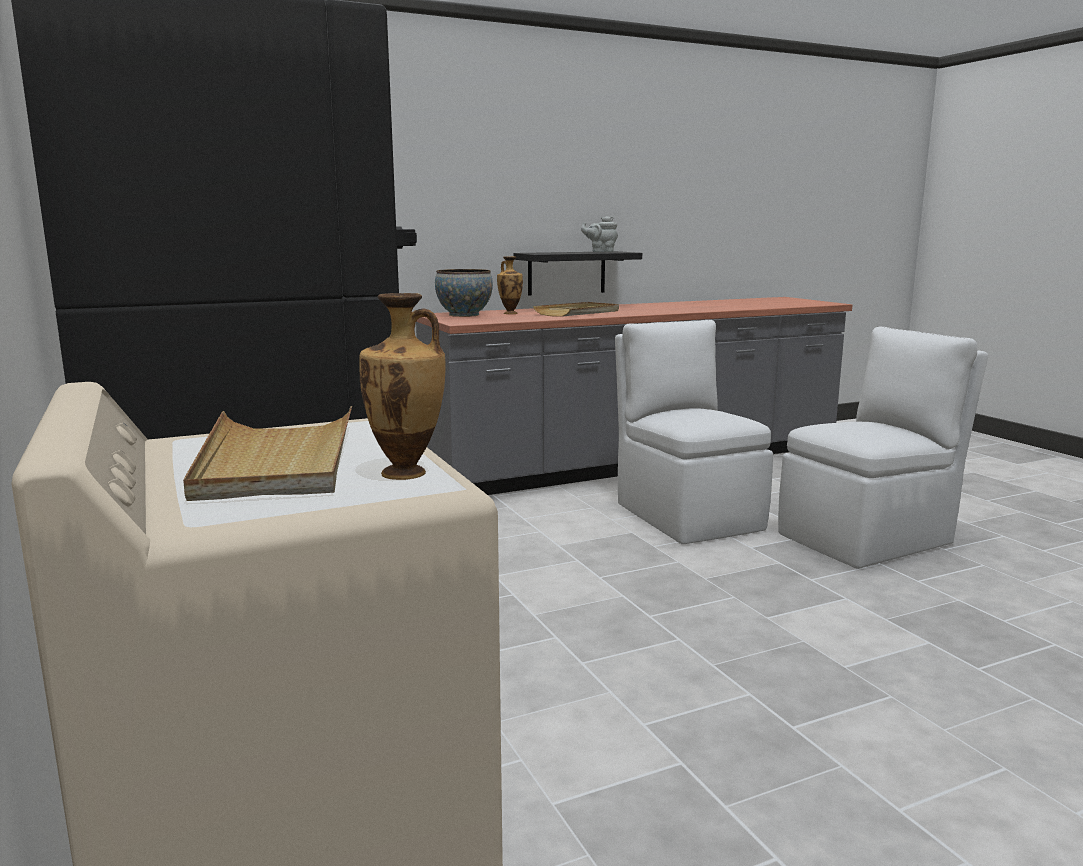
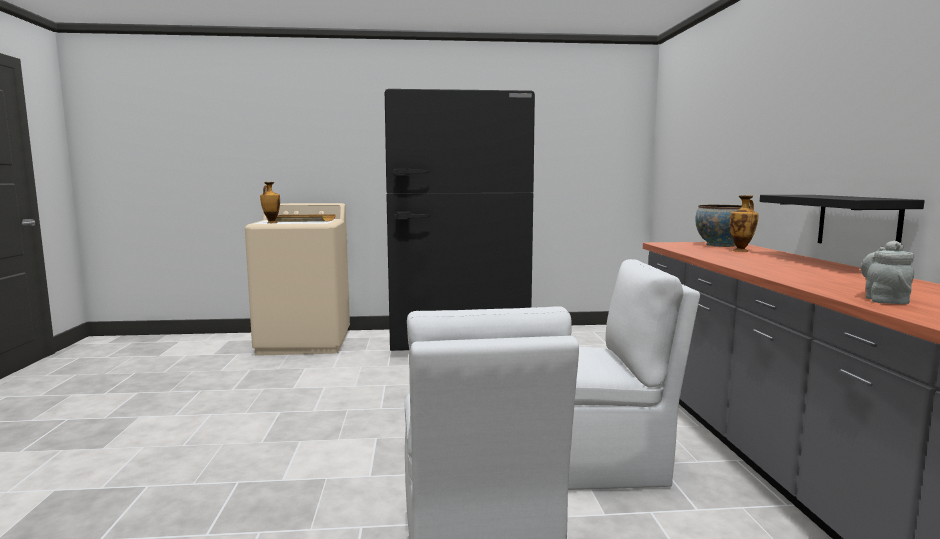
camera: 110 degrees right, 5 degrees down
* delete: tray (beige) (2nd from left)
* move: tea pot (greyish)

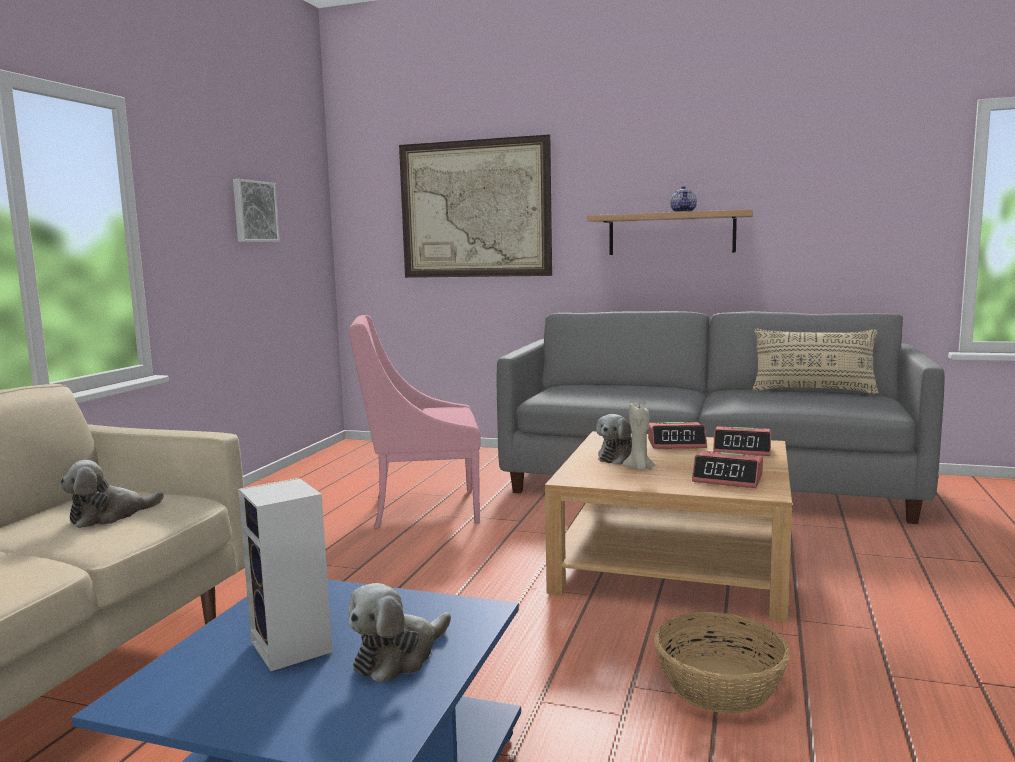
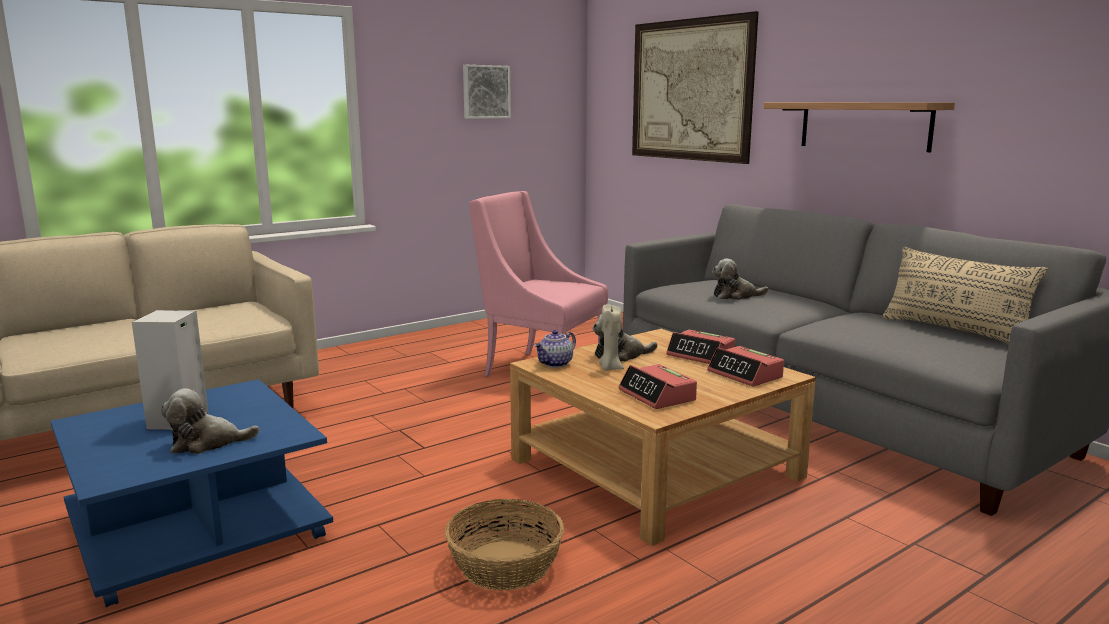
camera: 35 degrees right, 5 degrees up
* move: cuddly toy (1st from left in the first image) to cuddly toy (3rd from left)
* move: tea pot

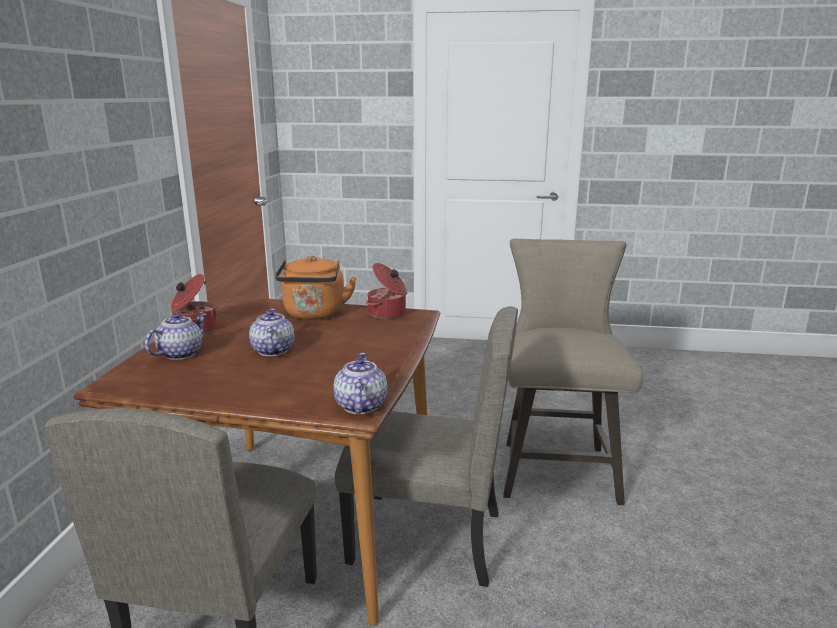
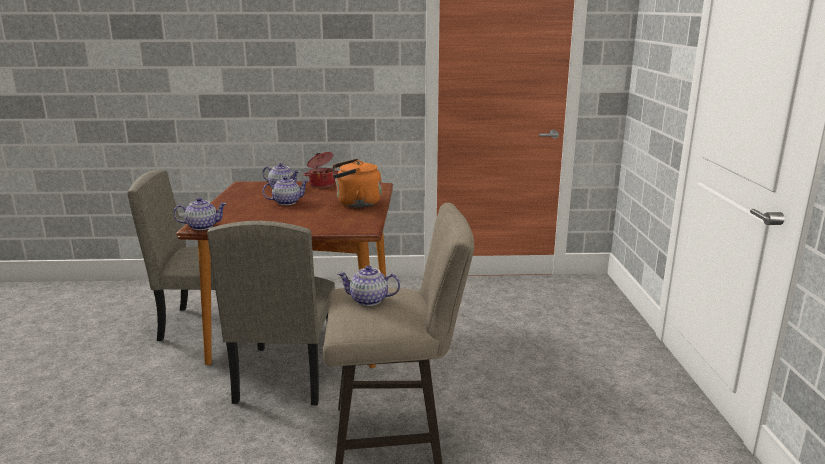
camera: 80 degrees right, 0 degrees up
* delete: saucepot (2nd from left)
* insert: tea pot (4th from left)

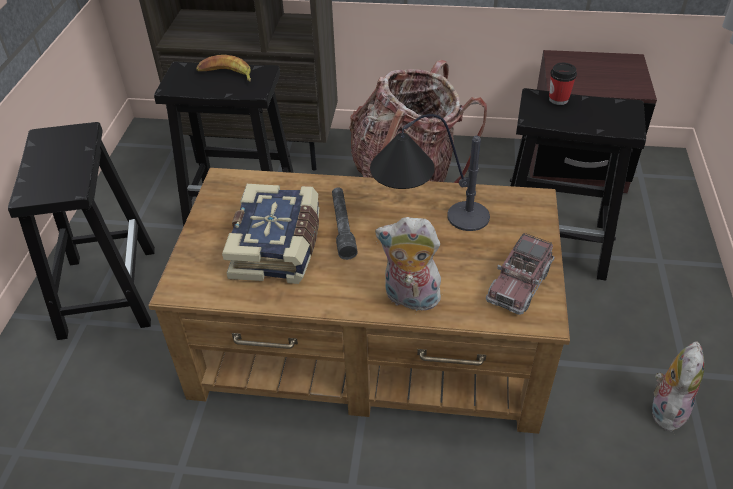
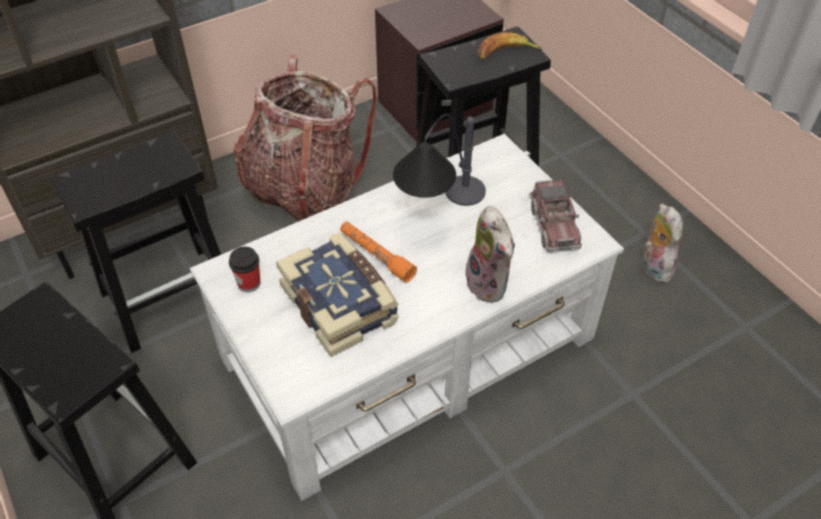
camera: 40 degrees left, 5 degrees up
* recolor: coffee table (brown-coloured) to coffee table (whitish)
* move: banana fruit
* recolor: flashlight (greyish) to flashlight (orange-coloured)
* rotate: cuddly toy (1st from left) 90 degrees counterclockwise
* move: cup

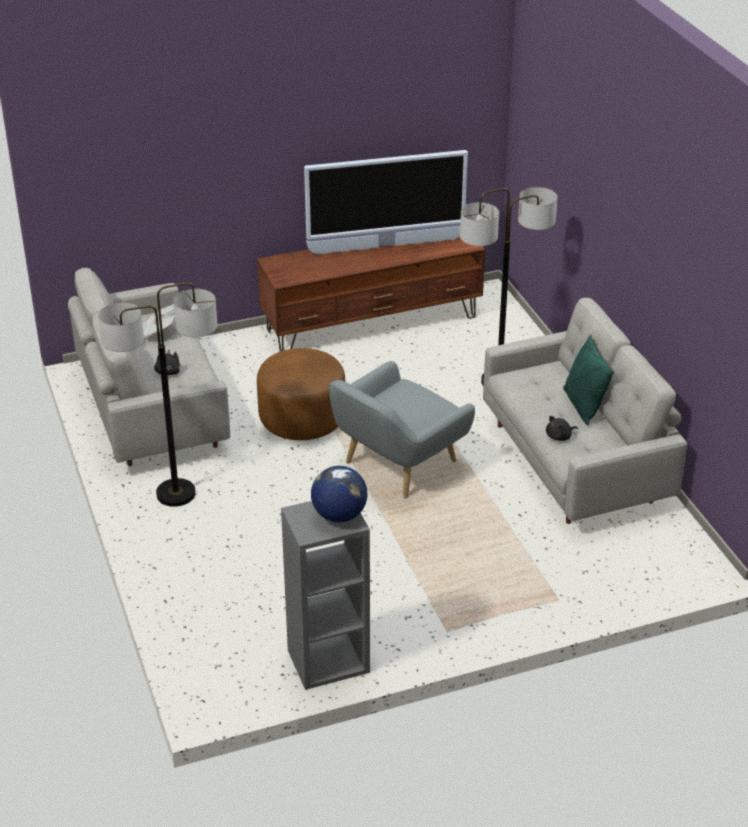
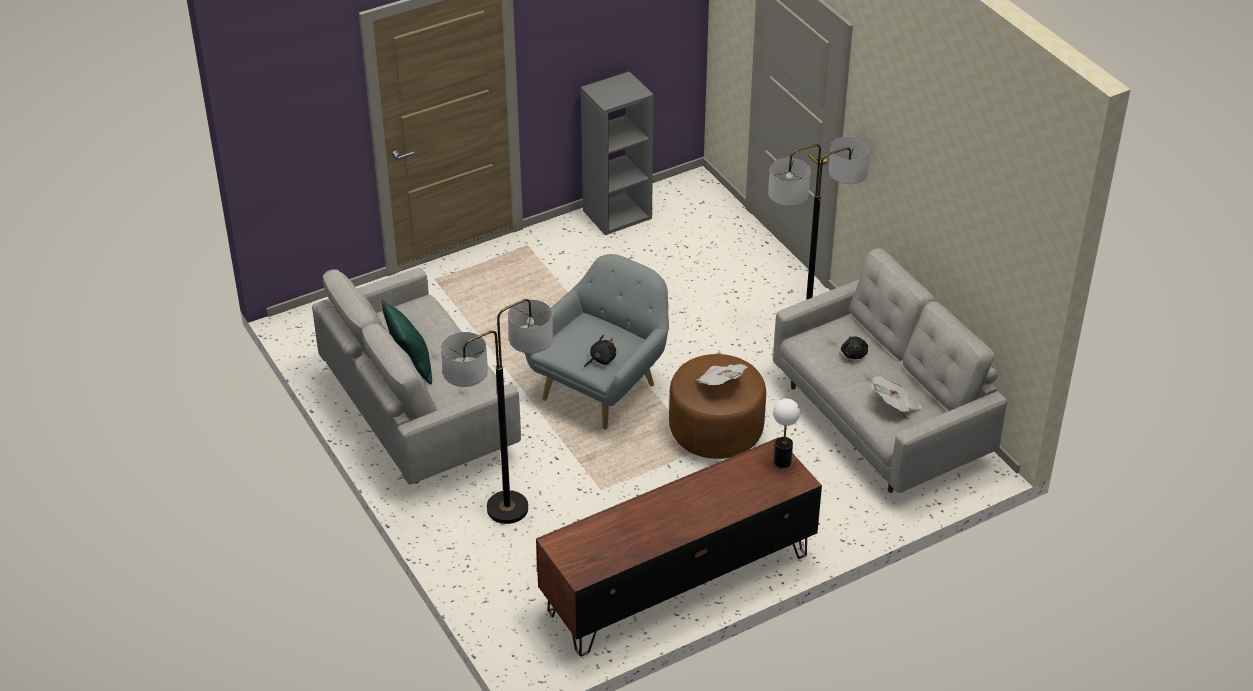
camera: 170 degrees right, 5 degrees up
* delete: television
* delete: world globe
* move: cuddly toy (black) (2nd from left in the first image) to cuddly toy (black) (1st from left)
* insert: daily paper (1st from left)
* insert: tabletop lamp

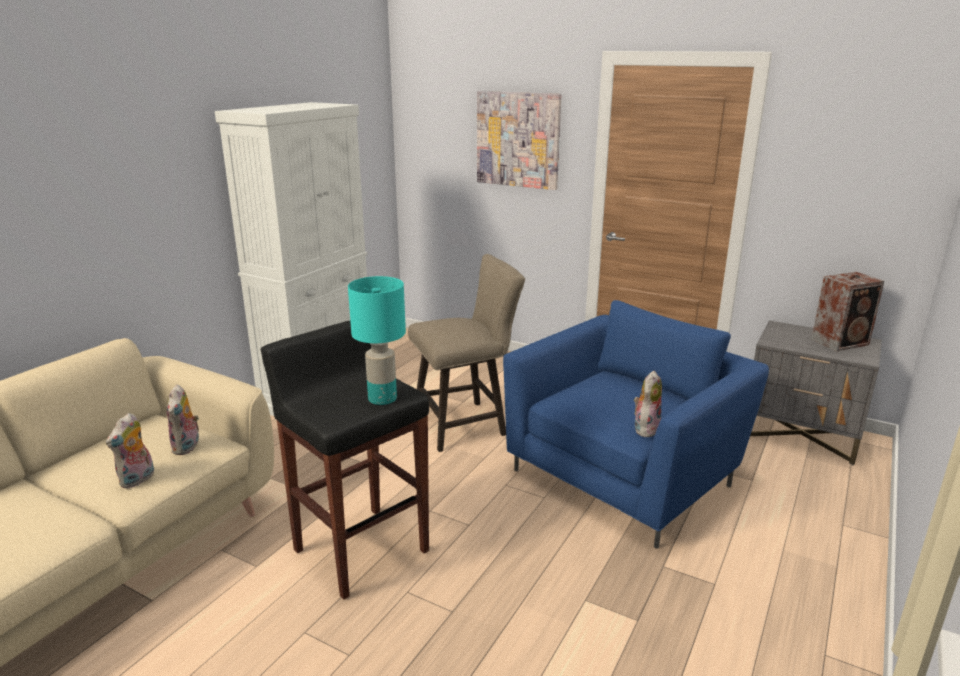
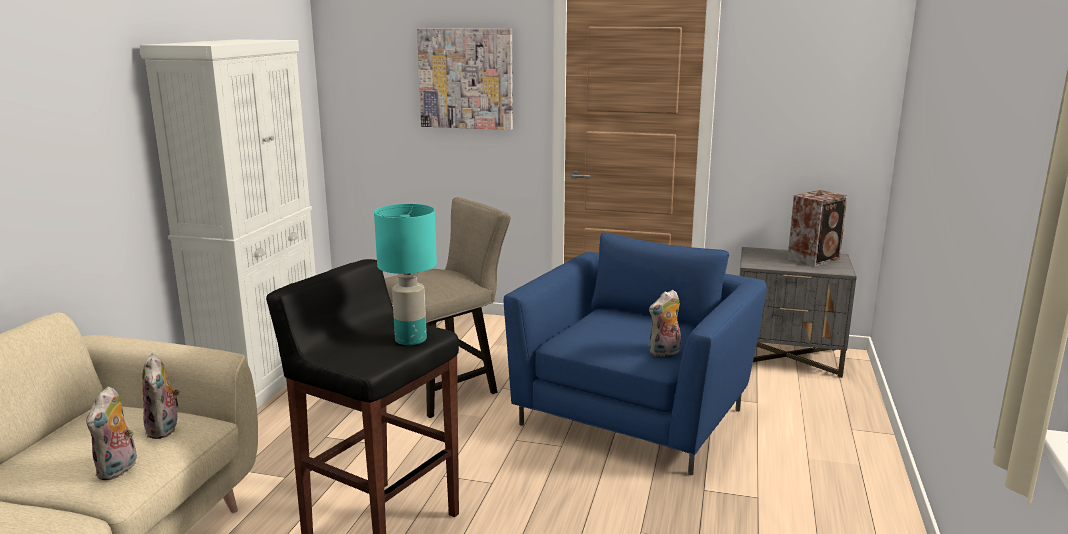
camera: 15 degrees left, 5 degrees down
* rotate: cuddly toy (3rd from left) 135 degrees counterclockwise

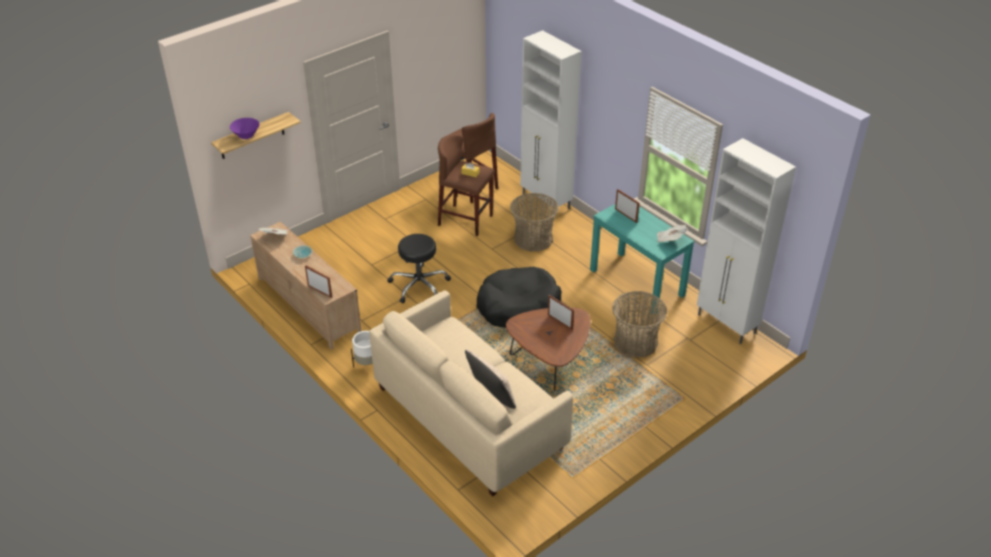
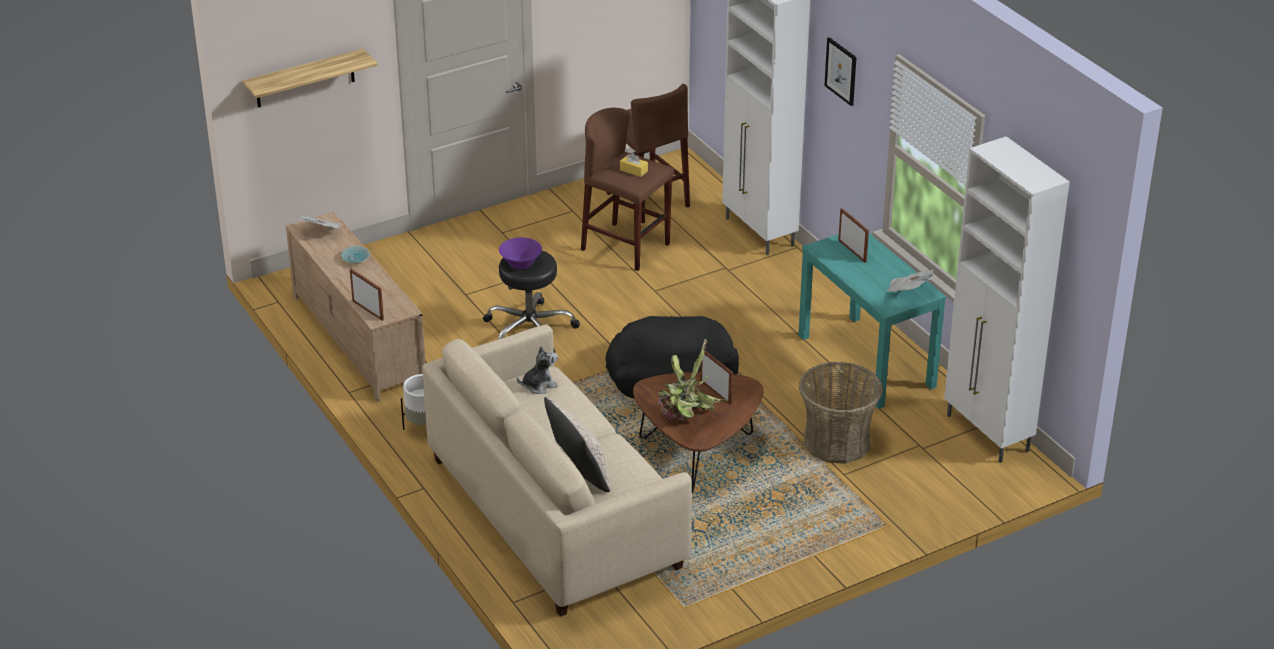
camera: 10 degrees right, 5 degrees down
* move: serving bowl (purple)
* delete: household basket (1st from left)
* insert: cuddly toy
* insert: plant in a pot
* insert: picture

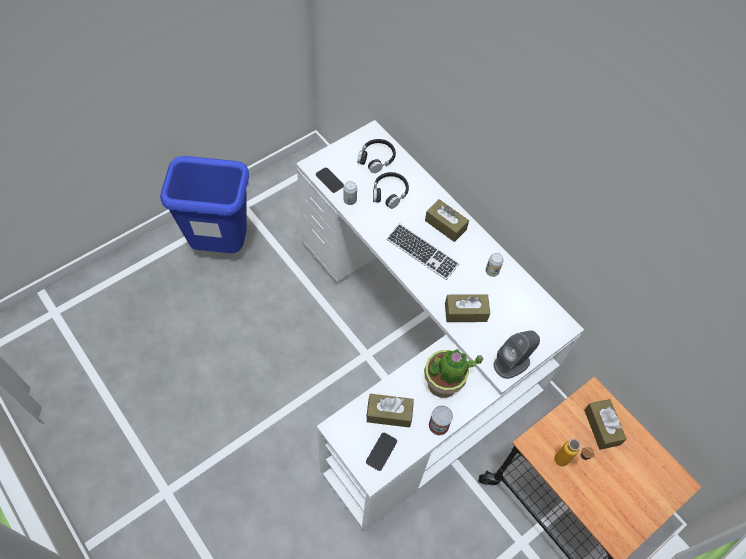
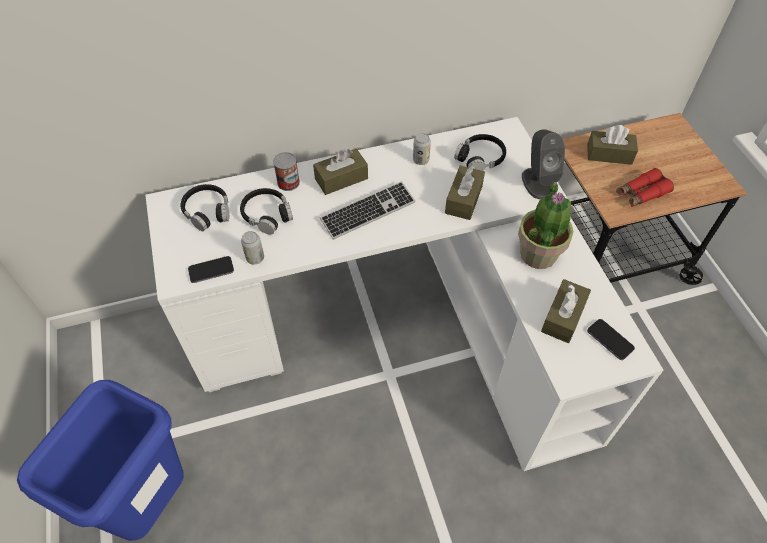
camera: 65 degrees left, 5 degrees down
* move: metal can (2nd from left)
* replace: beverage bottle to binoculars (red-coloured)
* insert: headphones (black) (3rd from left)

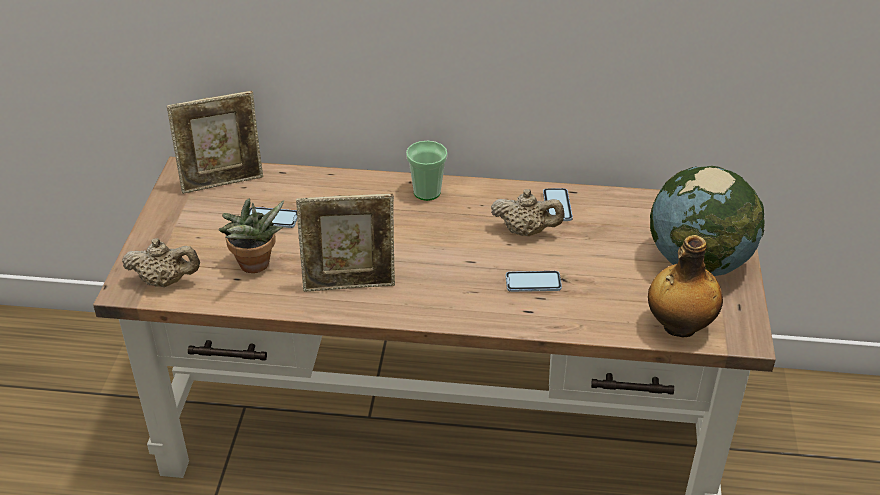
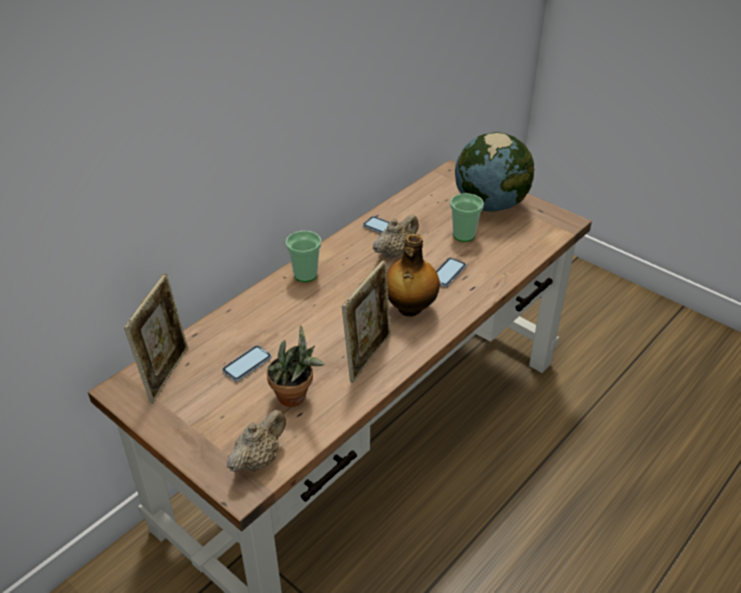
camera: 55 degrees left, 0 degrees up
* move: beverage bottle
* insert: cup (2nd from left)

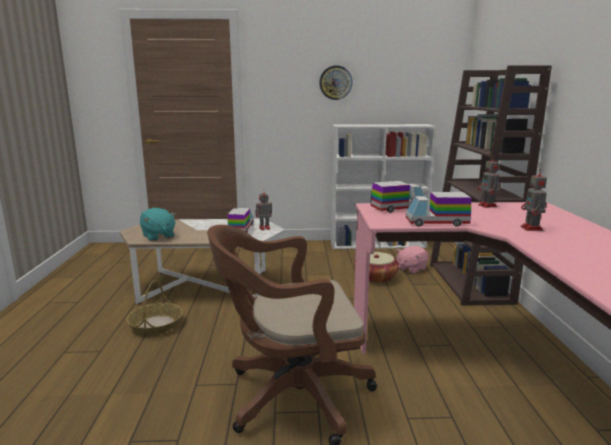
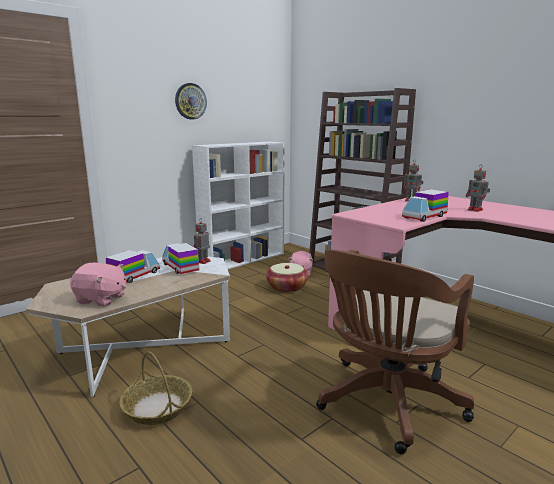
camera: 40 degrees left, 0 degrees up
* recolor: cuddly toy (turquoise) to cuddly toy (pinkish) (1st from left)
* move: toy truck (2nd from left in the first image) to toy truck (1st from left)

